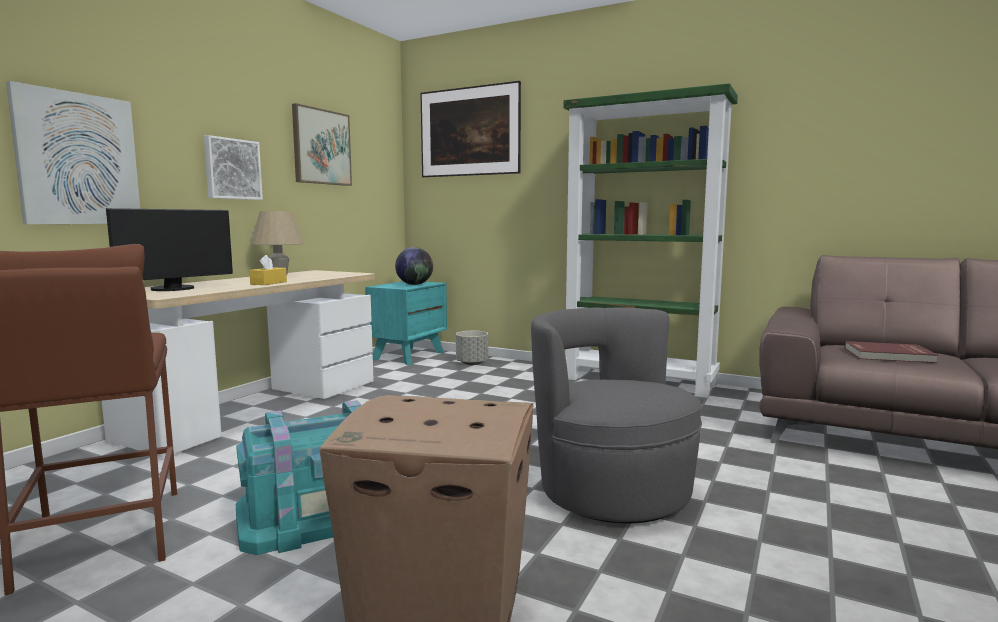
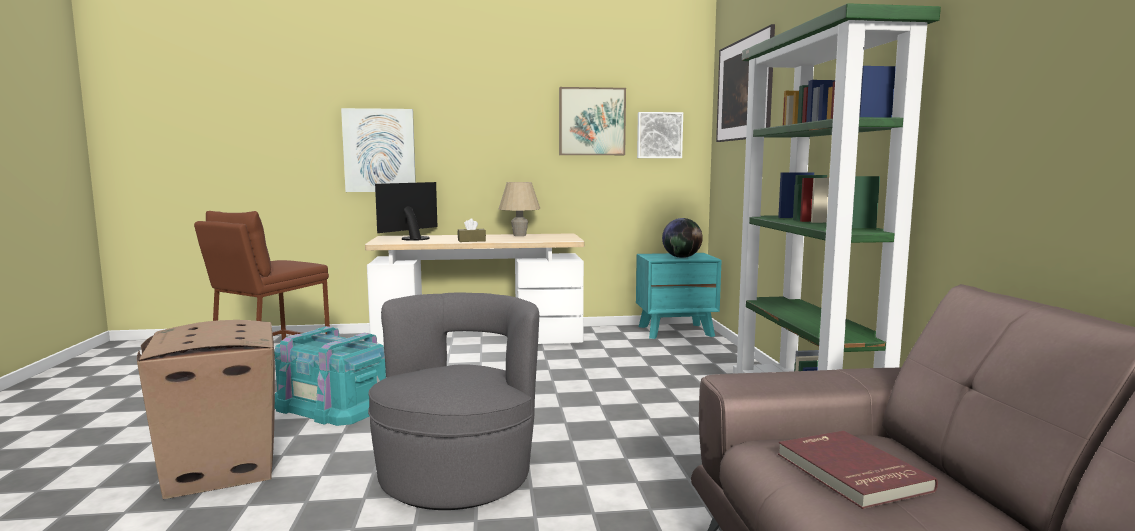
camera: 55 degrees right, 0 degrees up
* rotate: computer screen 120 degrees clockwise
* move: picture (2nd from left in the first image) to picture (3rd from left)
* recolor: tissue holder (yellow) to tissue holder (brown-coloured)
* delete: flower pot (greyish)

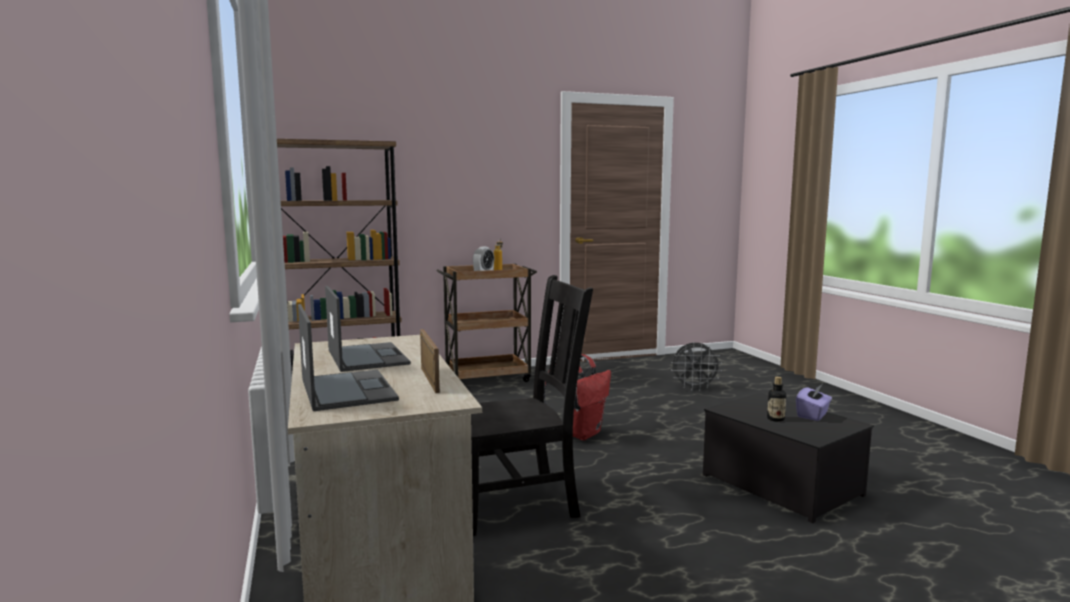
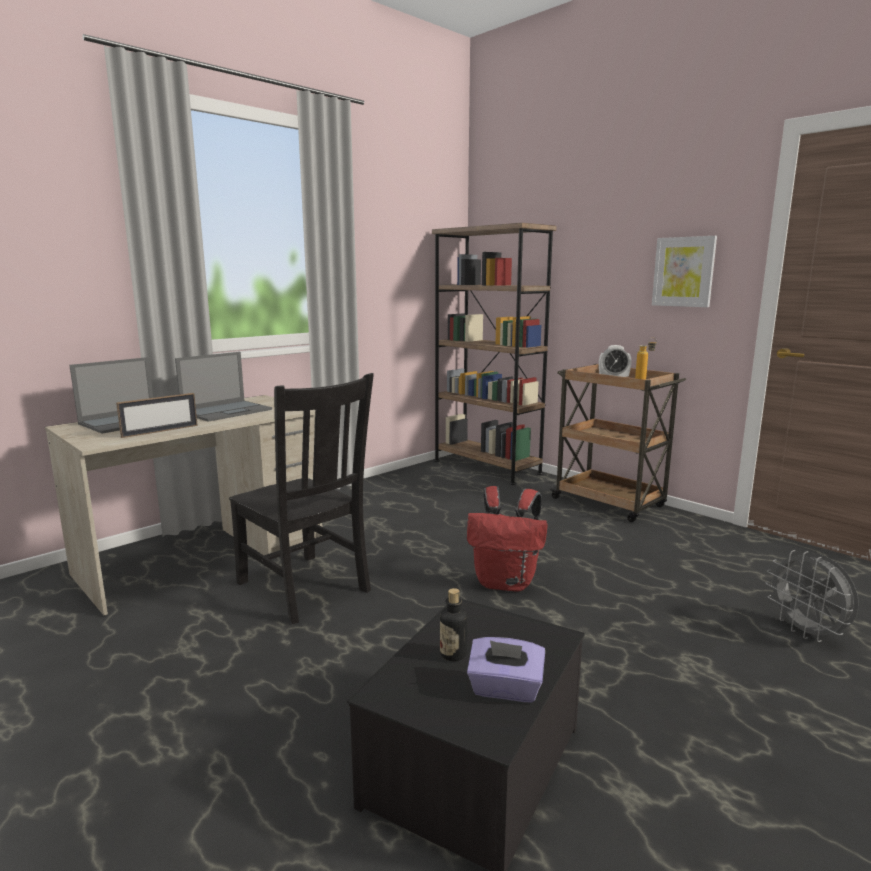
camera: 65 degrees right, 5 degrees up
* insert: picture

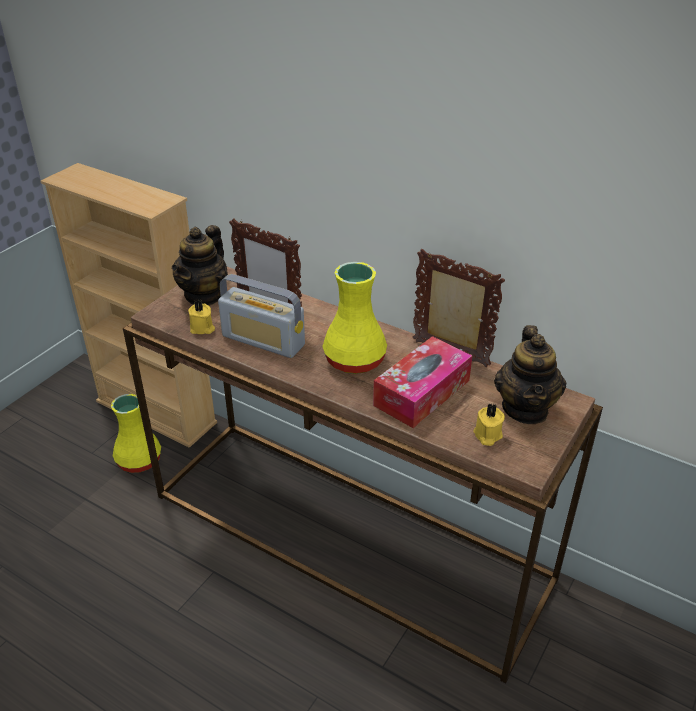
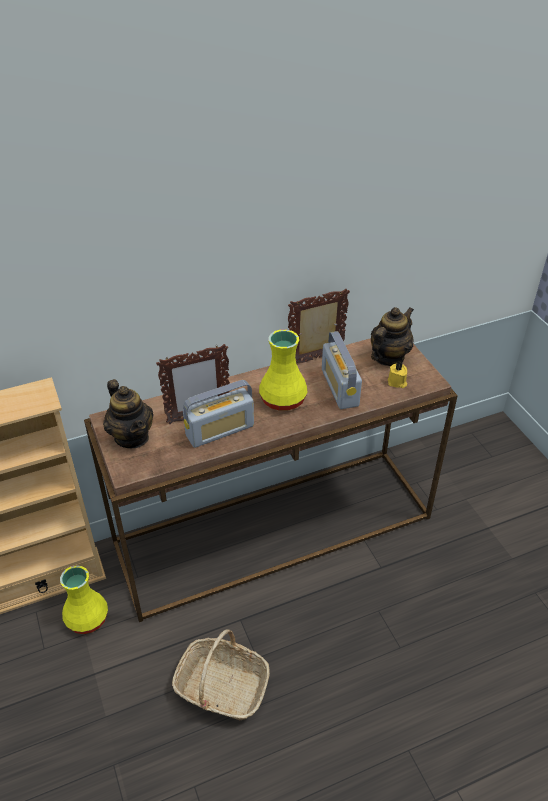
camera: 55 degrees left, 5 degrees up
* delete: candle (yellow) (1st from left)
* replace: tissue holder to radio set (2nd from left)
* rotate: tea pot (2nd from left) 90 degrees counterclockwise
* insert: household basket

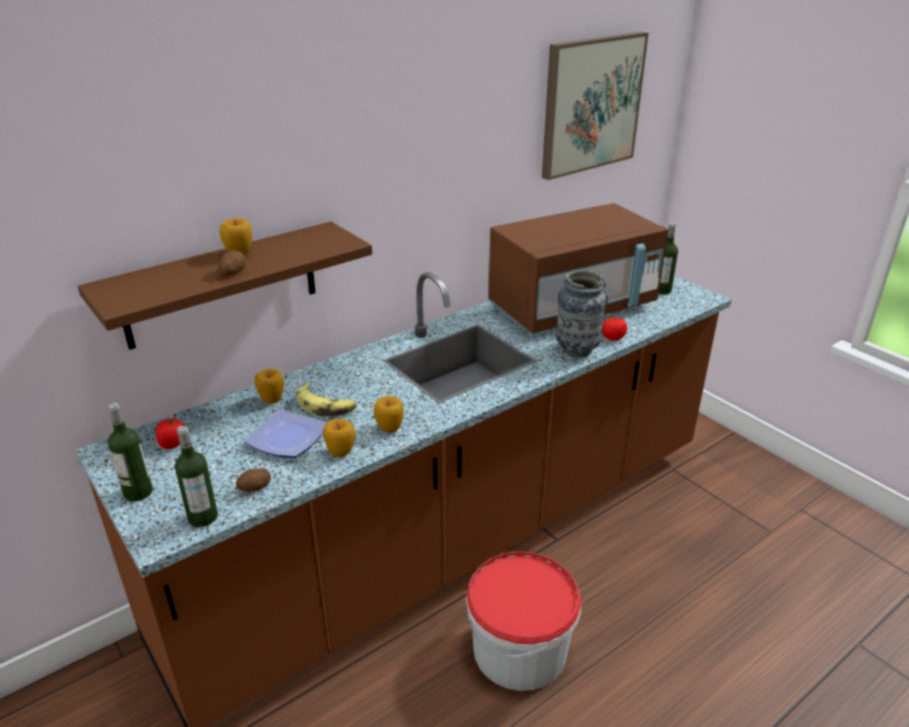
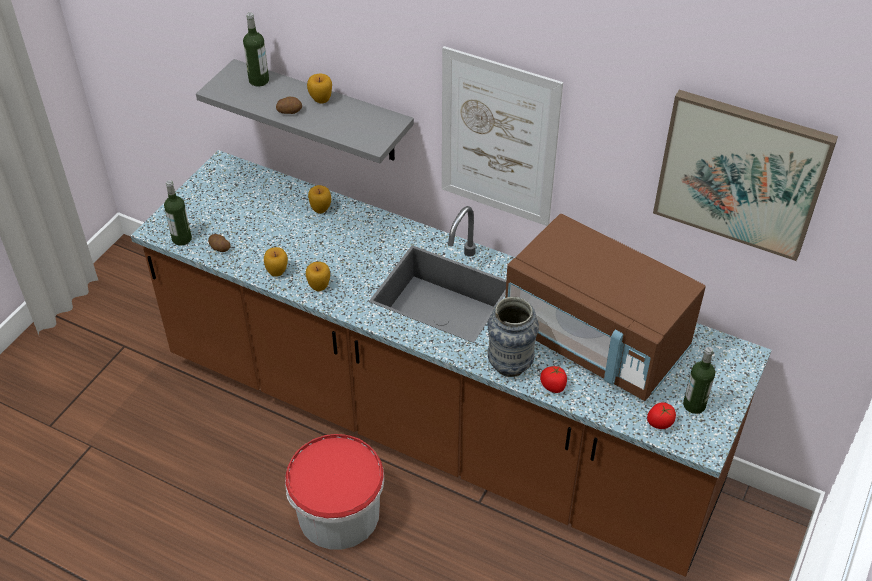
camera: 65 degrees right, 15 degrees up
* recolor: shelf (brown-coloured) to shelf (greyish)
* move: beverage bottle (1st from left in the first image) to beverage bottle (2nd from left)
* move: tomato (1st from left in the first image) to tomato (2nd from left)
* delete: flat dish
* delete: banana fruit
* insert: picture (1st from left)

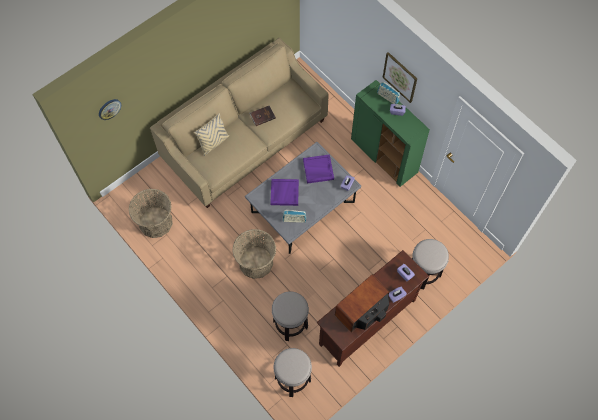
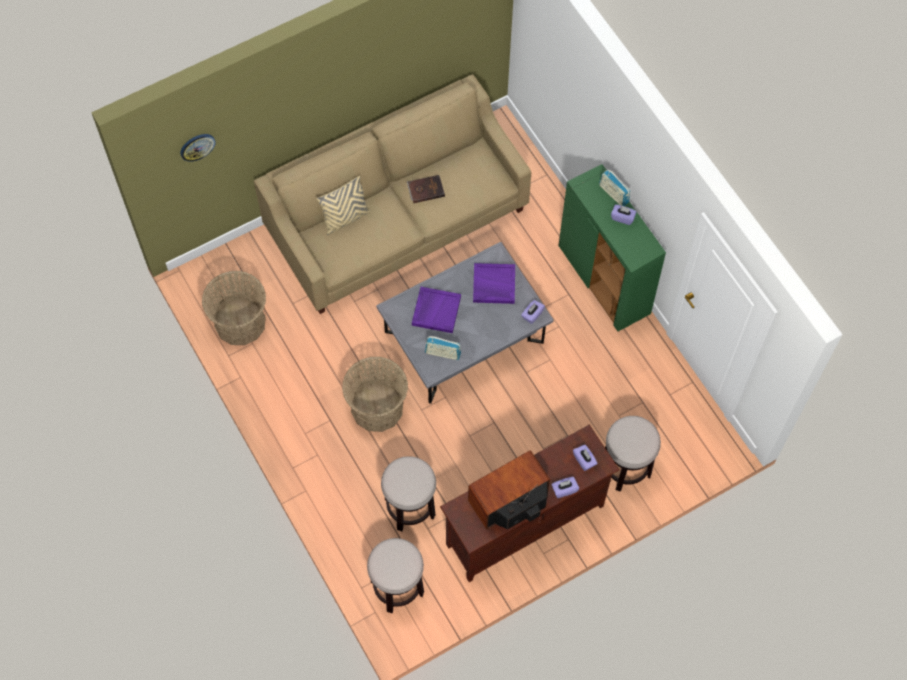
camera: 10 degrees right, 0 degrees up
* delete: picture

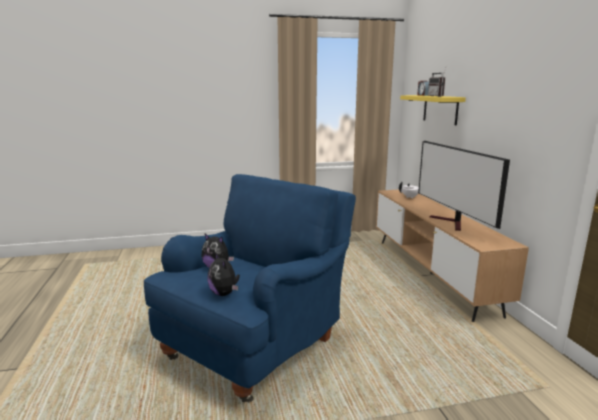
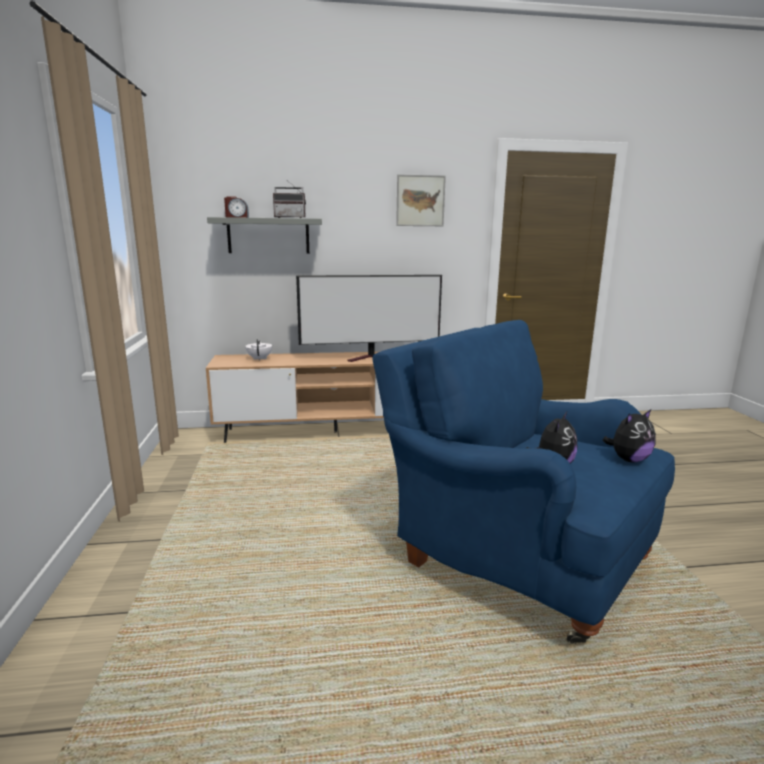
camera: 85 degrees left, 0 degrees up
* recolor: shelf (yellow) to shelf (greyish)
* insert: picture

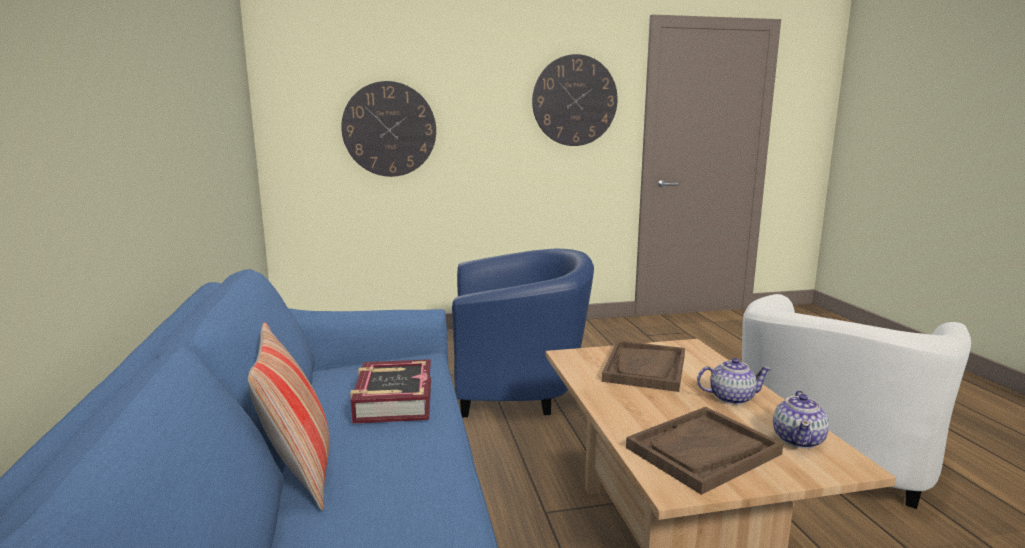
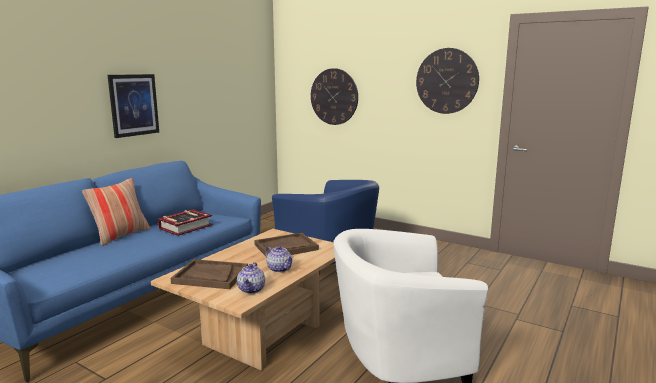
camera: 45 degrees right, 0 degrees up
* rotate: tea pot (2nd from left in the first image) 60 degrees counterclockwise
* insert: picture

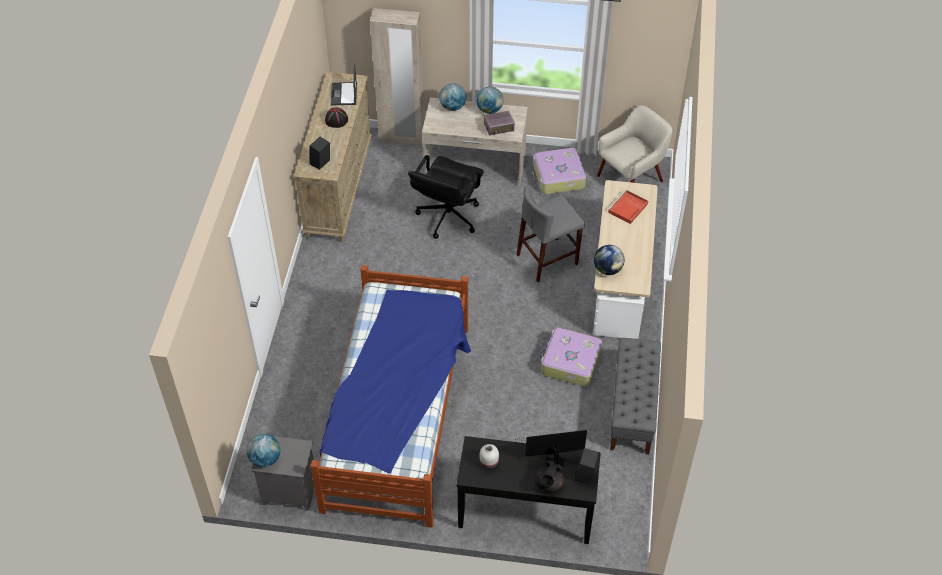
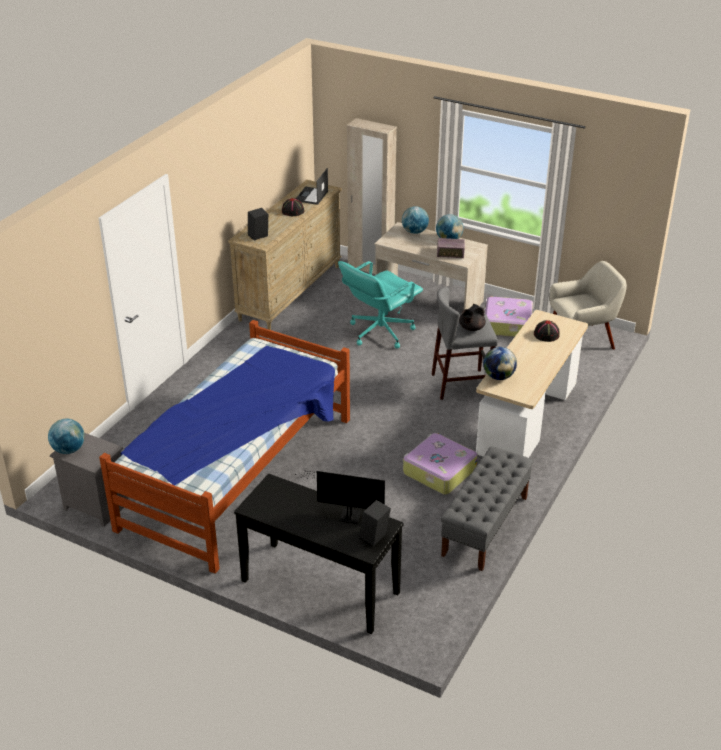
camera: 20 degrees right, 15 degrees down
* recolor: office chair (black) to office chair (turquoise)
* delete: flower vase (whitish)
* move: tea pot (black)
* replace: tray (red-coloured) to hat (black) (2nd from left)

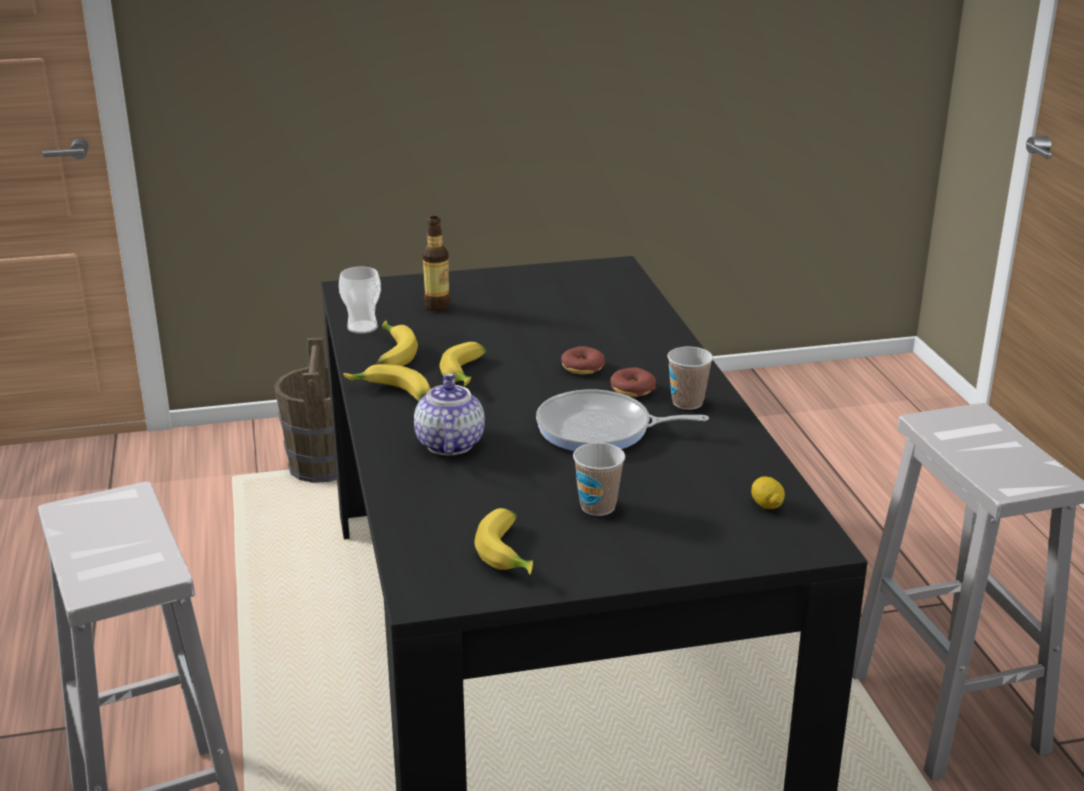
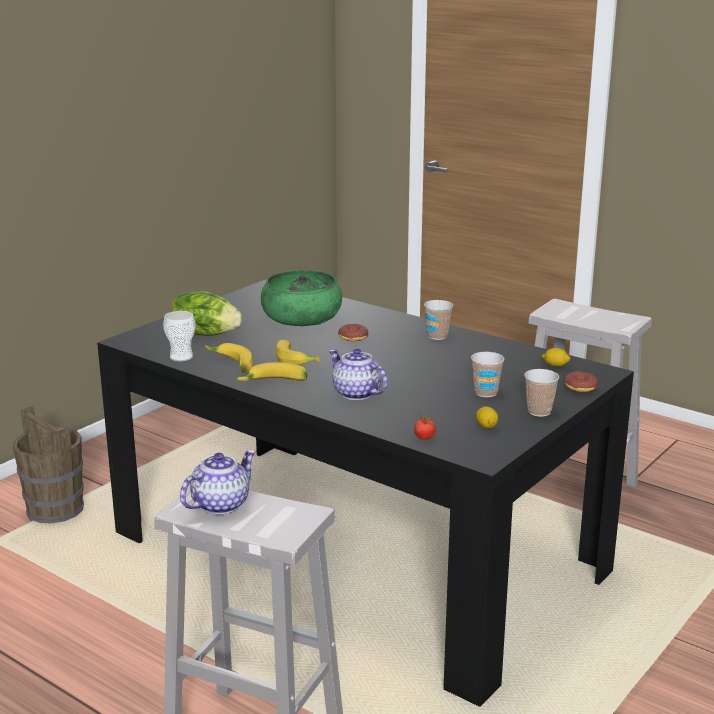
camera: 40 degrees left, 5 degrees down
* replace: beverage bottle to head of lettuce
* replace: banana fruit (4th from left) to whole lemon (1st from left)
* delete: pan
* move: ring doughnut (2nd from left)
* insert: tea pot (1st from left)
* insert: serving bowl (green)
* insert: tomato
* insert: cup (4th from left)

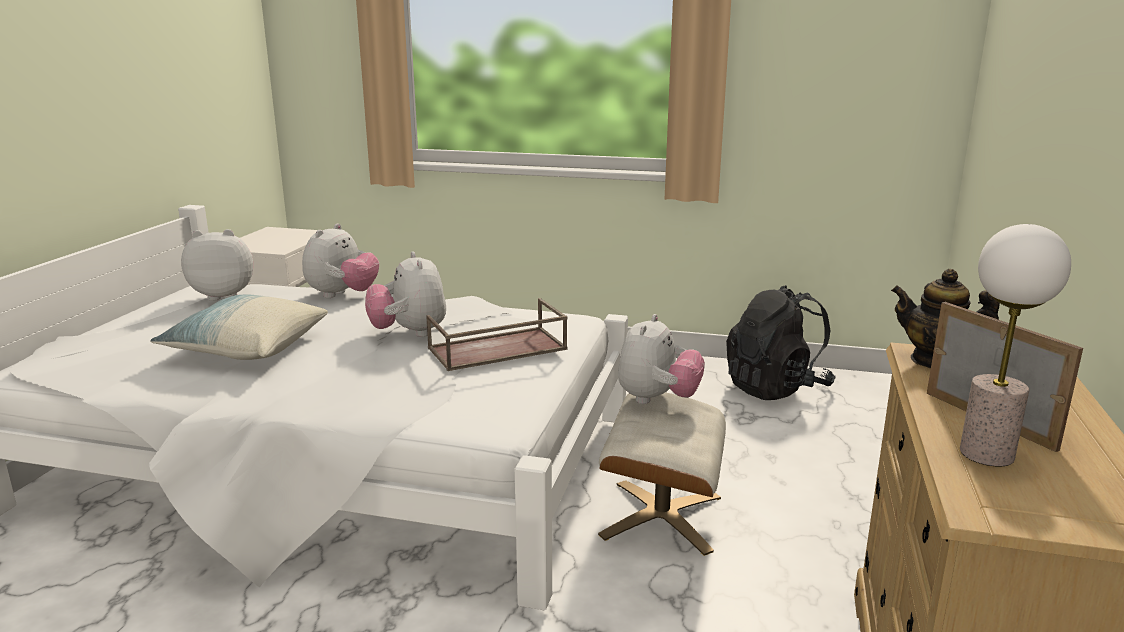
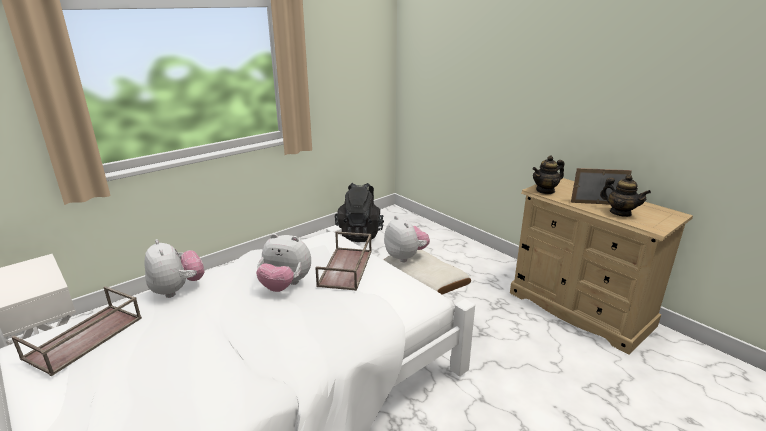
camera: 55 degrees left, 5 degrees up
* delete: throw pillow
* replace: cuddly toy (1st from left) to tray (brown-coloured) (1st from left)
* replace: tabletop lamp to tea pot (2nd from left)

